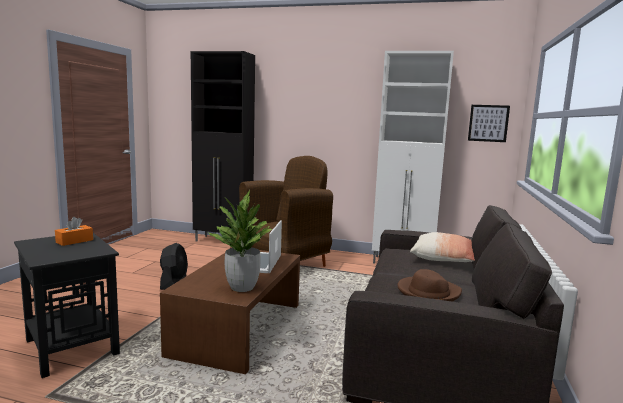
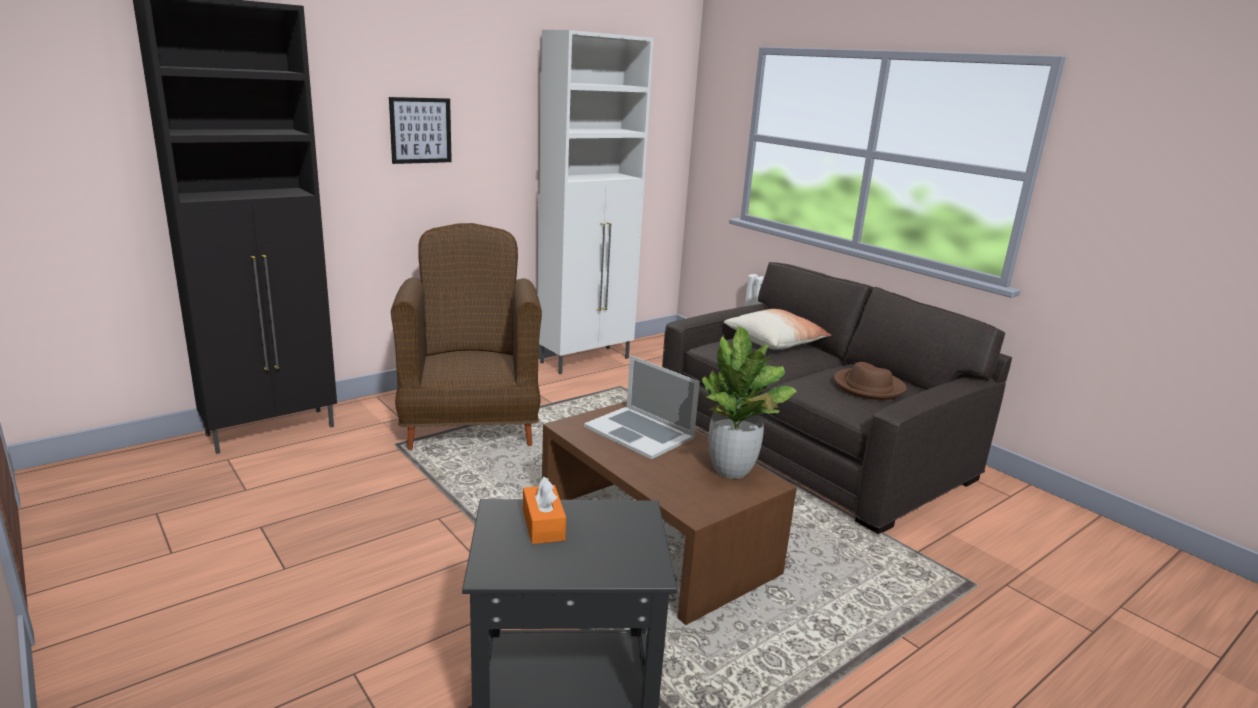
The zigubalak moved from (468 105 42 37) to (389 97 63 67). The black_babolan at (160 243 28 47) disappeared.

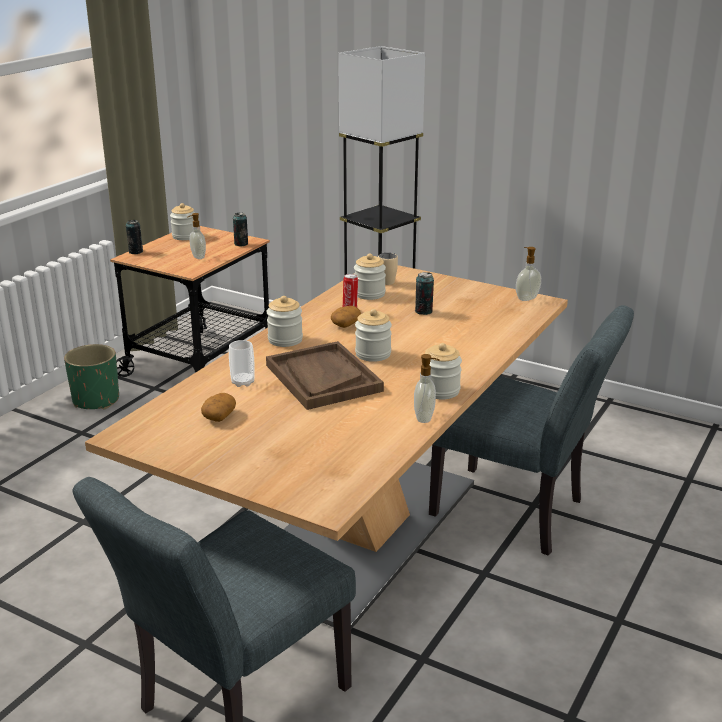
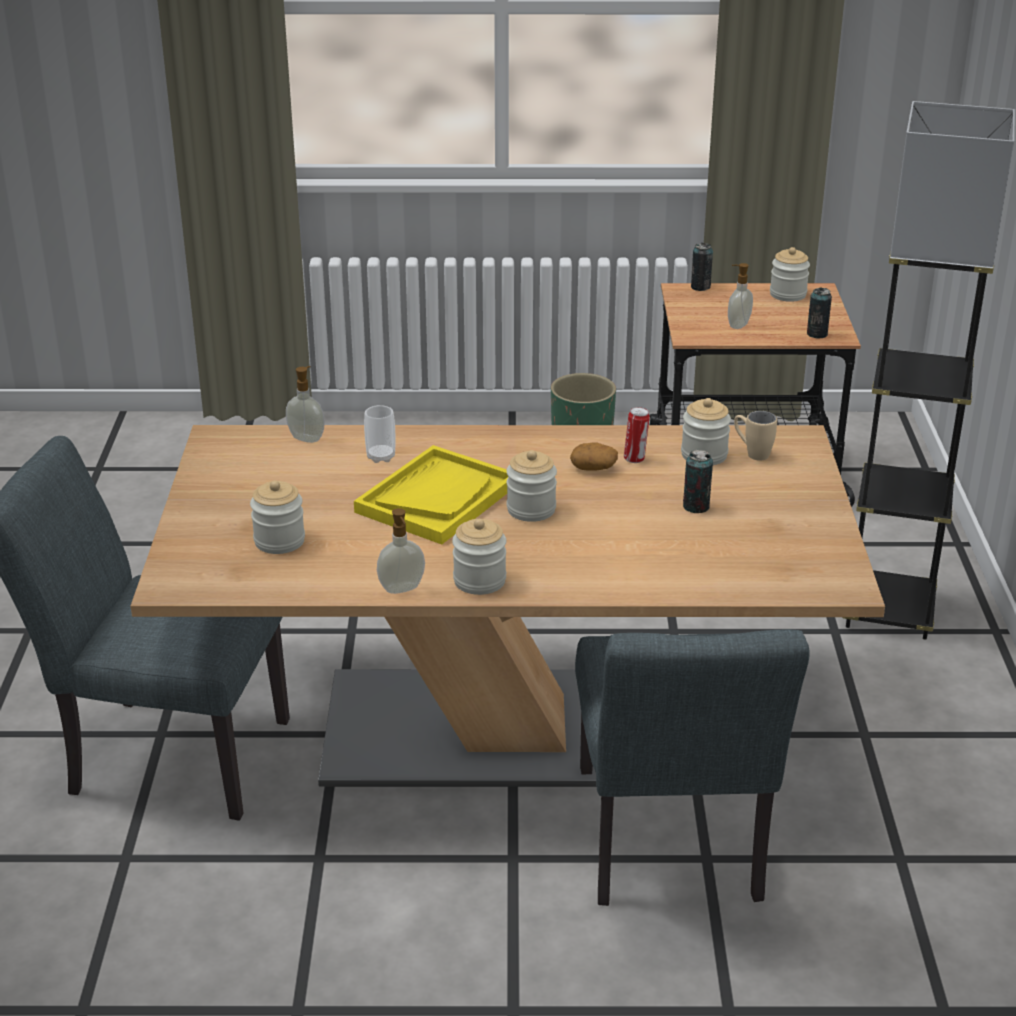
The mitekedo moved from (516 247 25 54) to (286 366 39 77). The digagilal moved from (266 296 37 51) to (250 481 55 73). The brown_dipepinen at (266 341 118 69) became the yellow_dipepinen at (354 445 155 100). The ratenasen at (201 393 35 29) disappeared.

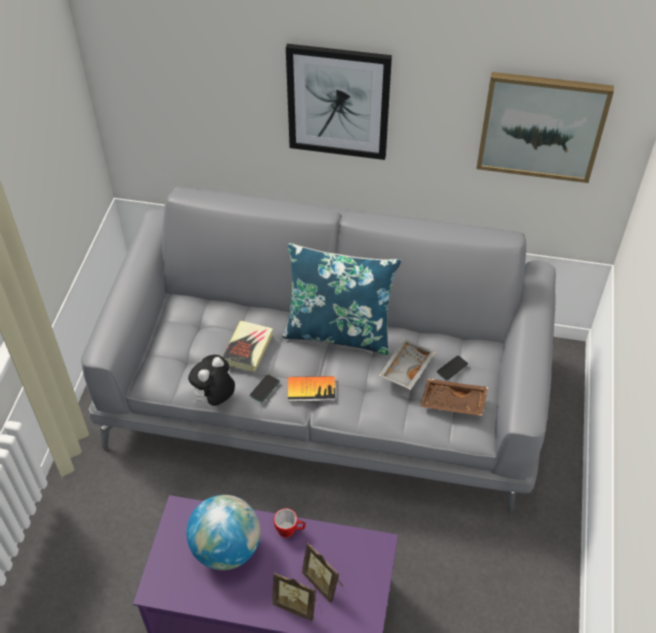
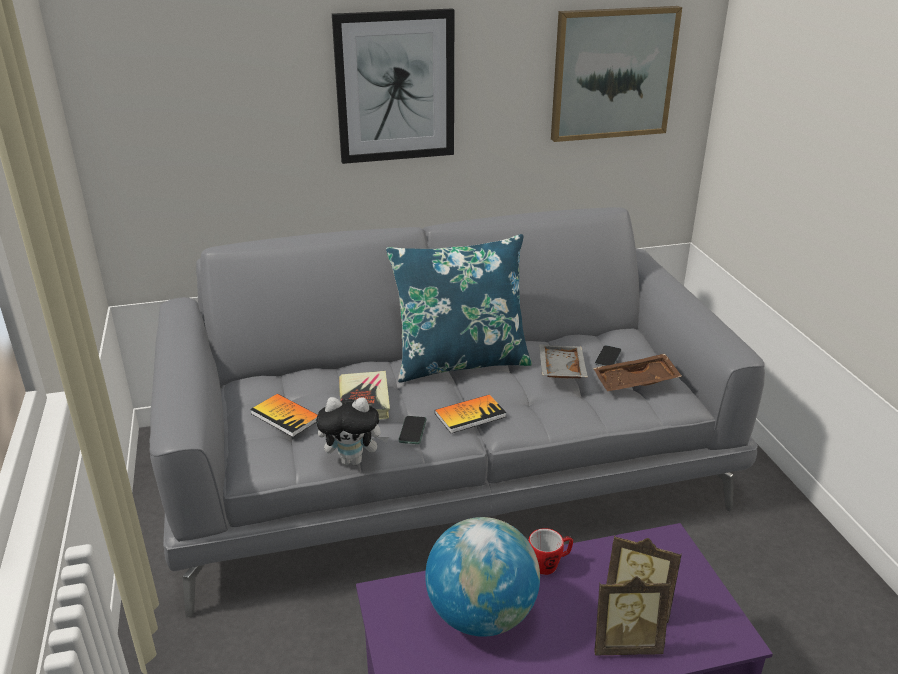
The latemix at (188 355 47 51) turned 105 degrees counterclockwise. The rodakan at (250 394 67 43) appeared.

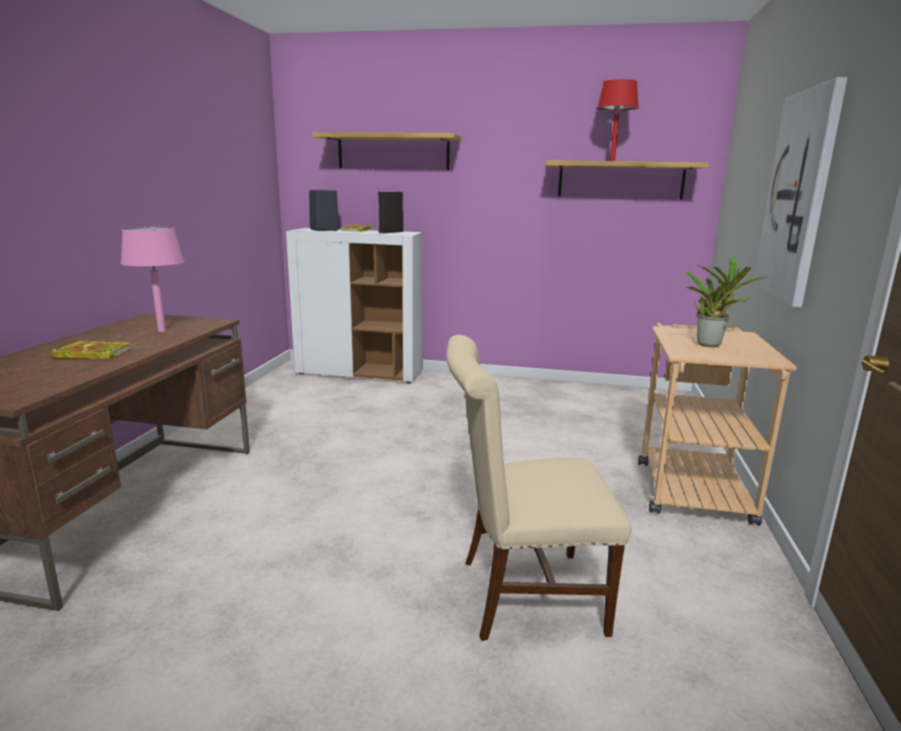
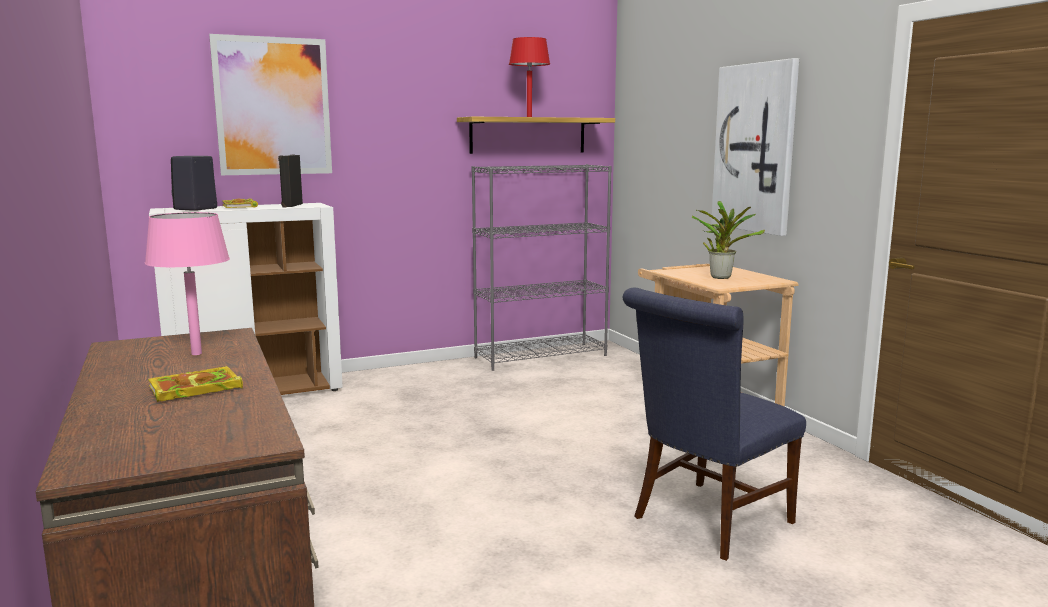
The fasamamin at (312 132 150 38) was replaced by the zigubalak at (209 34 123 141). The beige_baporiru at (446 335 186 306) became the blue_baporiru at (623 288 183 273). The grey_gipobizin at (471 164 141 207) appeared.

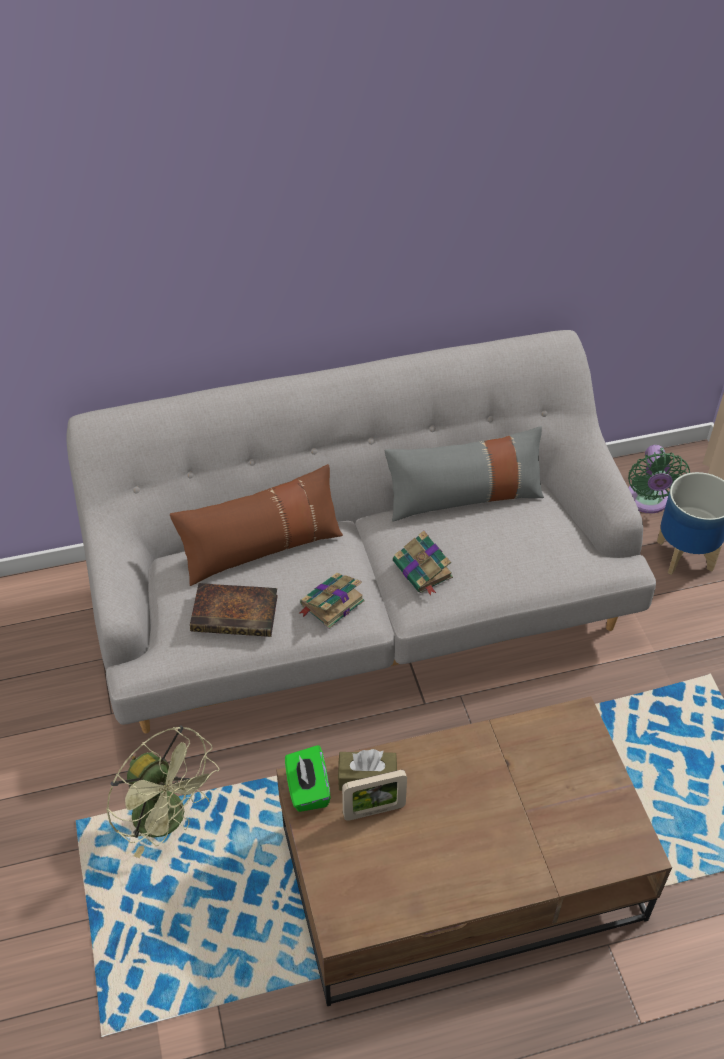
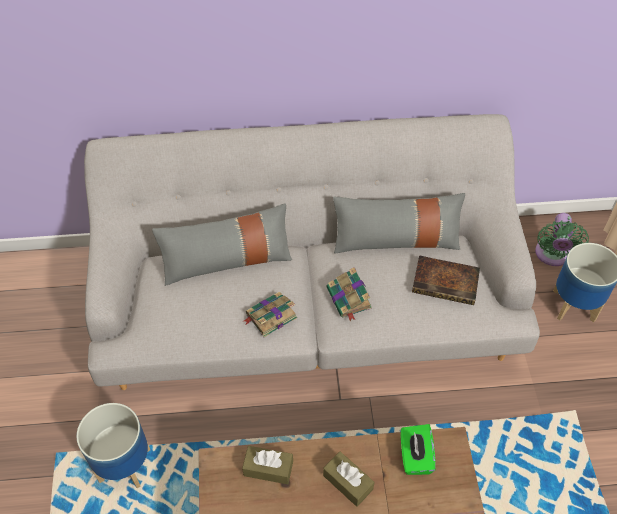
The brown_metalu at (170 464 173 122) became the grey_metalu at (152 204 140 82). The rodakan moved from (190 583 88 54) to (412 255 68 50). The green_babolan at (106 726 113 132) was replaced by the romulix at (76 403 74 85). The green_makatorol moved from (285 745 46 67) to (401 424 35 51). The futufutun at (342 770 65 51) disappeared. The brown_makatorol at (323 452 52 55) appeared.

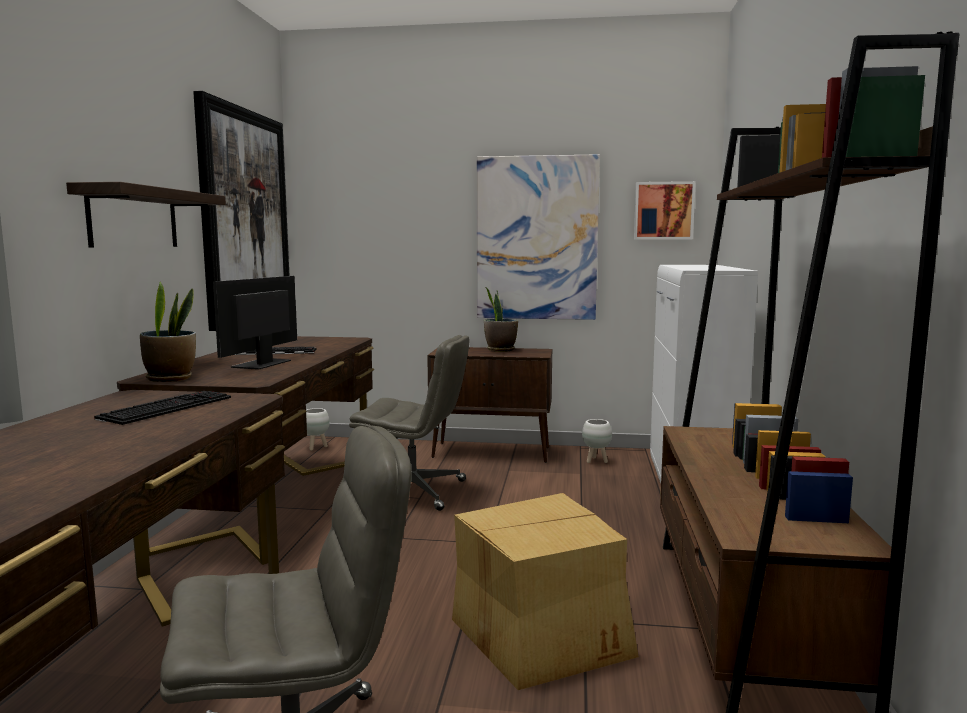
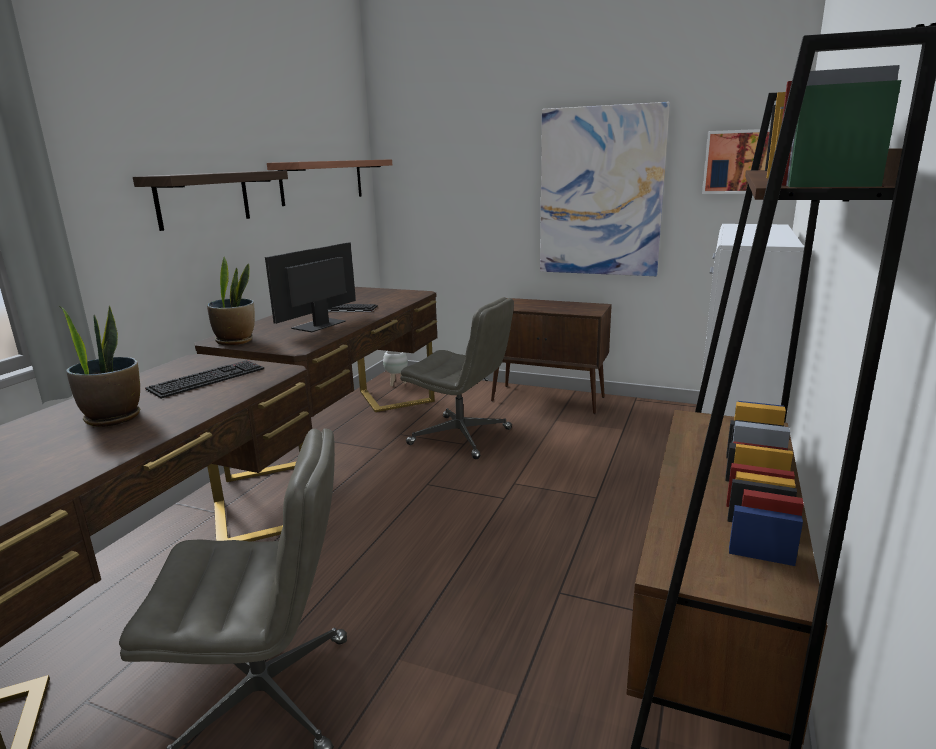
The zigubalak at (193 91 97 240) was replaced by the fasamamin at (267 159 125 47). The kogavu moved from (484 288 34 64) to (59 305 81 122). The white_romulix at (582 419 30 44) disappeared. The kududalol at (452 493 187 197) disappeared.

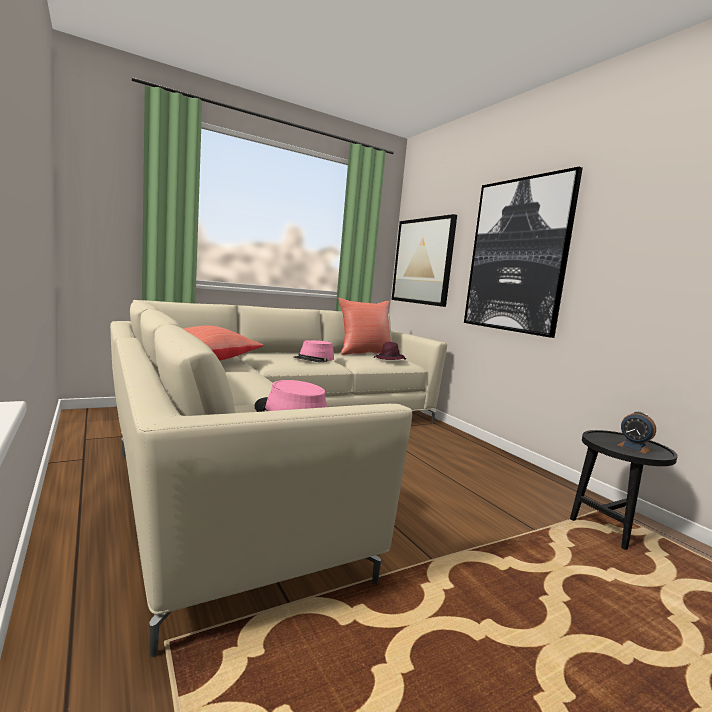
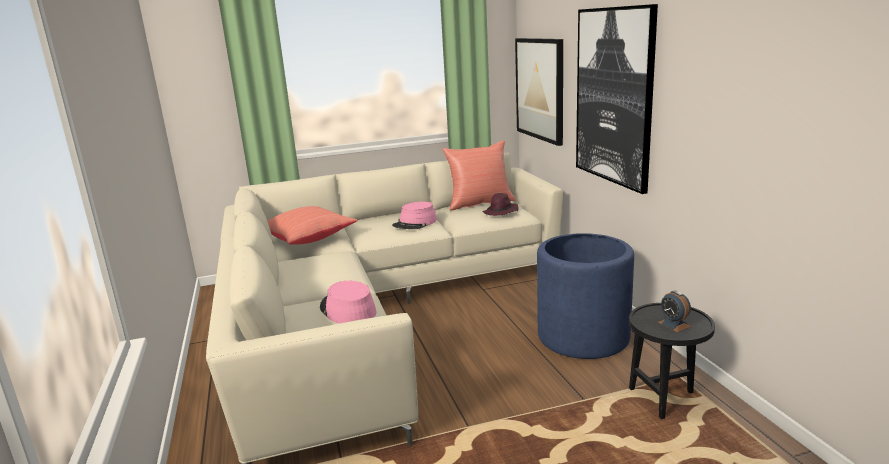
The blue_romulix at (537 233 97 126) appeared.

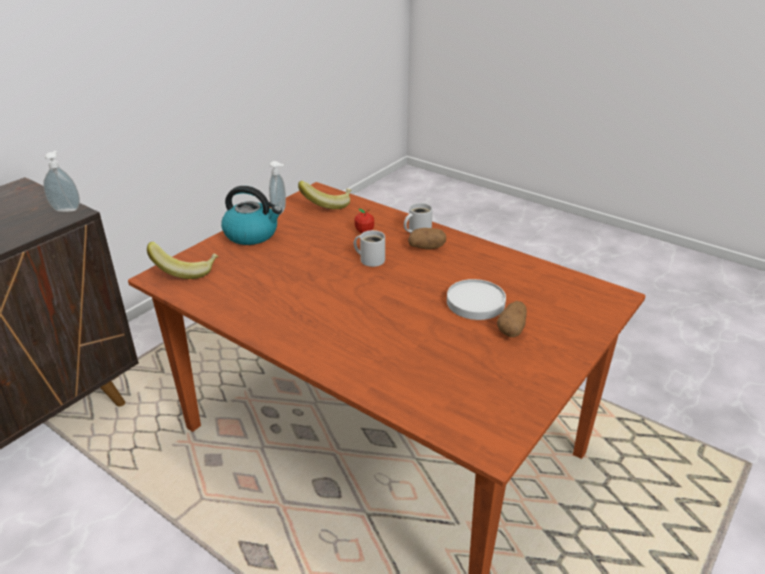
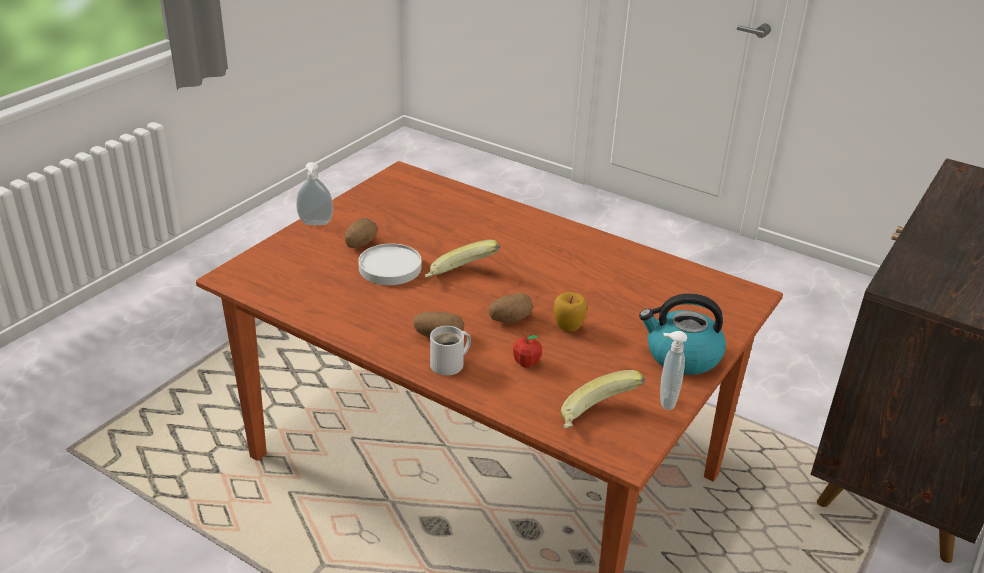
The mitekedo moved from (43 151 37 61) to (296 162 37 63). The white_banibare at (354 230 31 37) was replaced by the ratenasen at (489 293 44 30). The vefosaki moved from (147 242 72 37) to (425 240 75 38). The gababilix at (554 292 33 39) appeared.

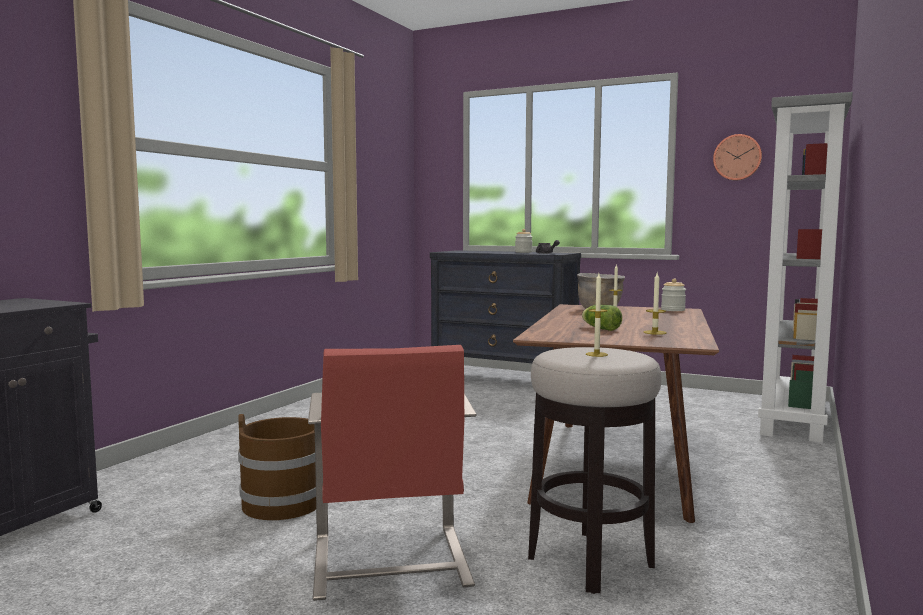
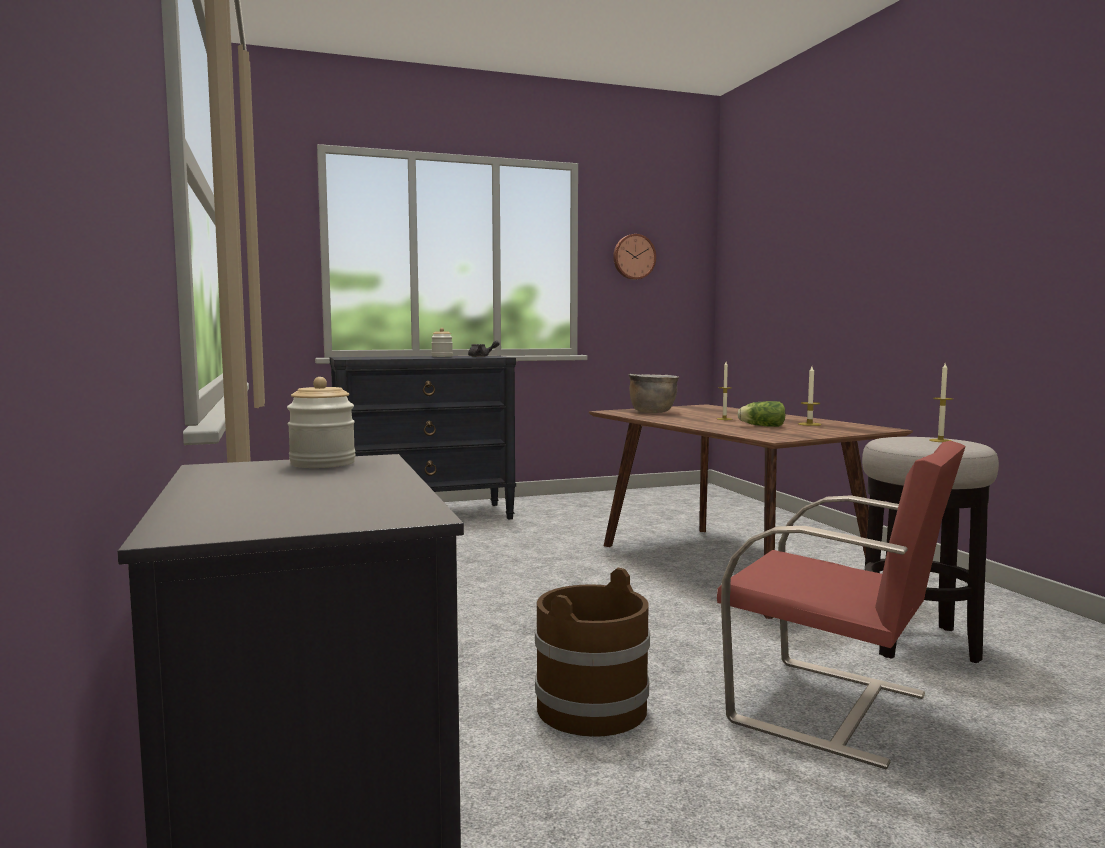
The grey_gipobizin at (758 92 95 351) disappeared. The digagilal moved from (661 278 25 33) to (287 377 68 91).

